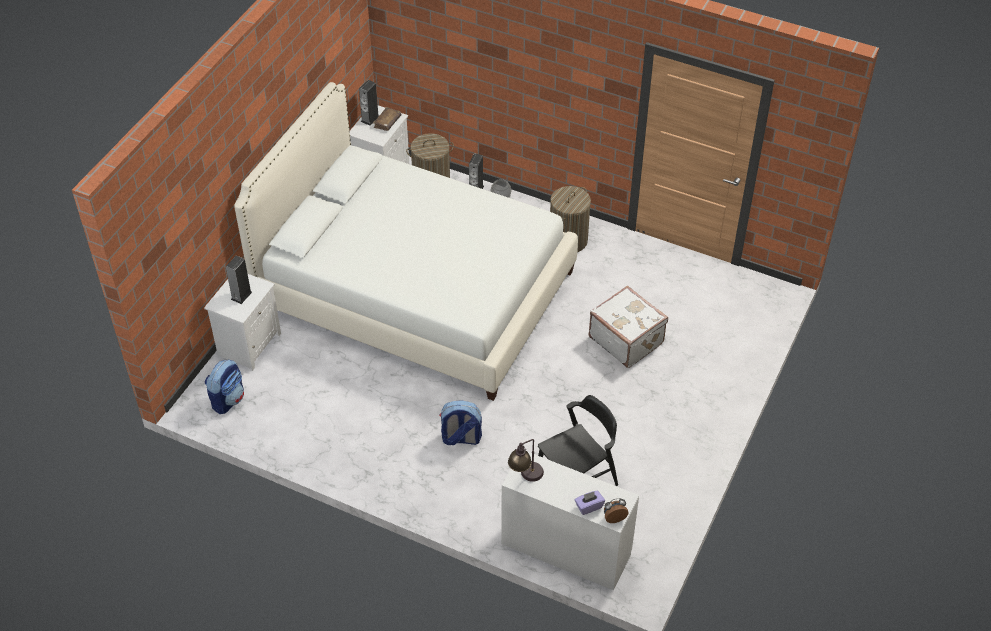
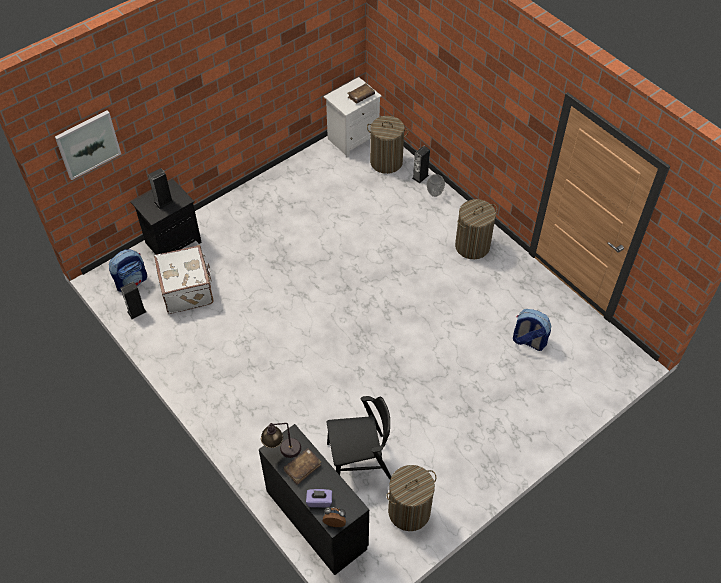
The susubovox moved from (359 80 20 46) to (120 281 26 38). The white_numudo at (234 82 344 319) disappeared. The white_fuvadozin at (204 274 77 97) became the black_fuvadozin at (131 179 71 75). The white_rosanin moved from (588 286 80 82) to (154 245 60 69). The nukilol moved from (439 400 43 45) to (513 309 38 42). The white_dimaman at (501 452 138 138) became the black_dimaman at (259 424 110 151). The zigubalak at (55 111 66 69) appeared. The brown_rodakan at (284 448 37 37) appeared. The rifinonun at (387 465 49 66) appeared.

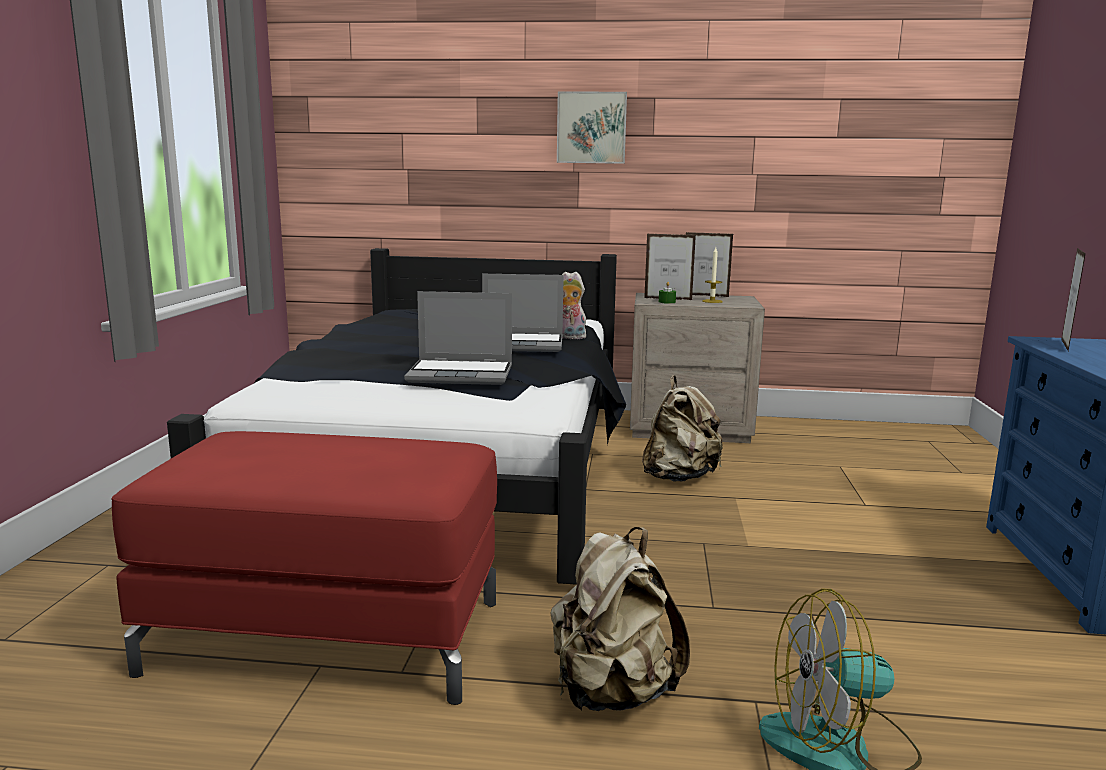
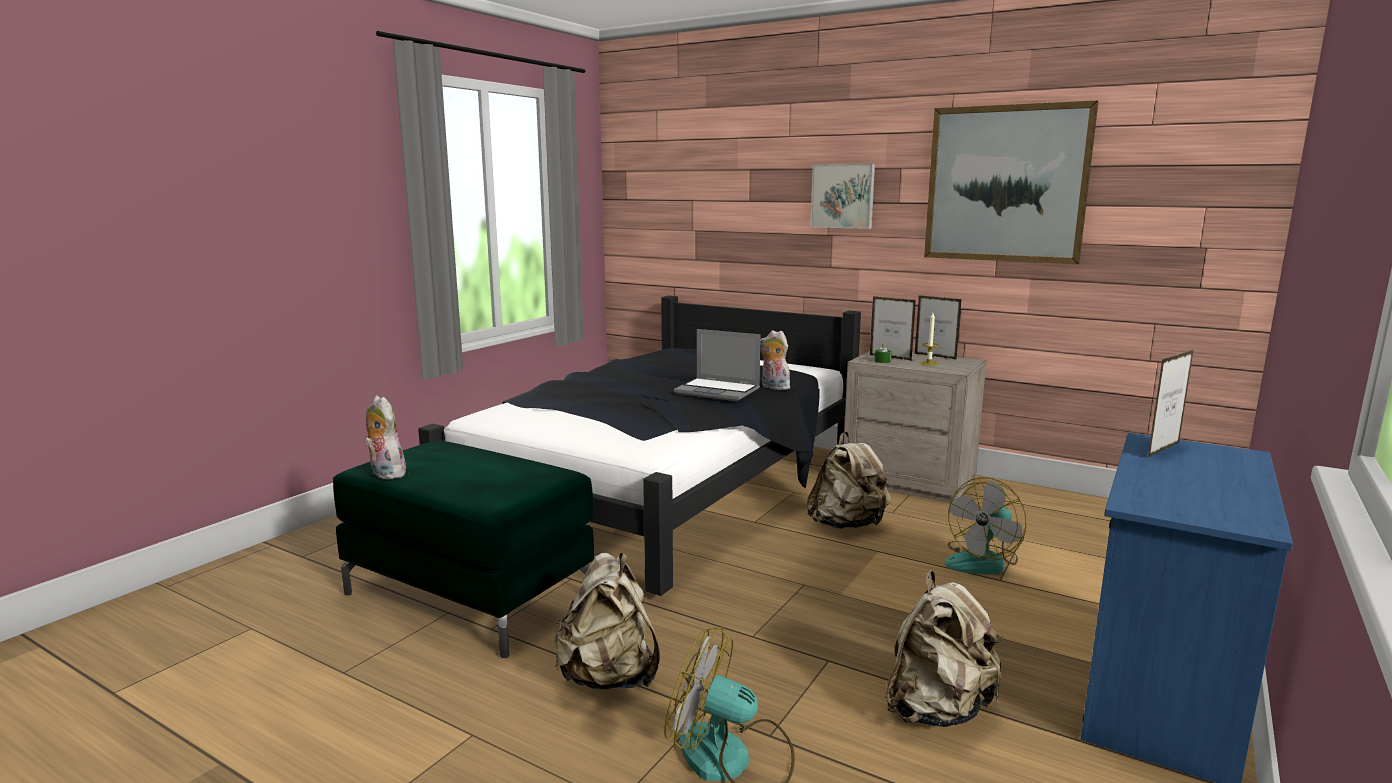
The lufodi at (404 291 108 94) disappeared. The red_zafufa at (111 431 386 274) became the green_zafufa at (333 441 261 217). The zigubalak at (924 101 175 163) appeared. The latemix at (364 396 42 83) appeared. The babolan at (945 477 82 97) appeared. The beige_nukilol at (885 570 117 157) appeared.

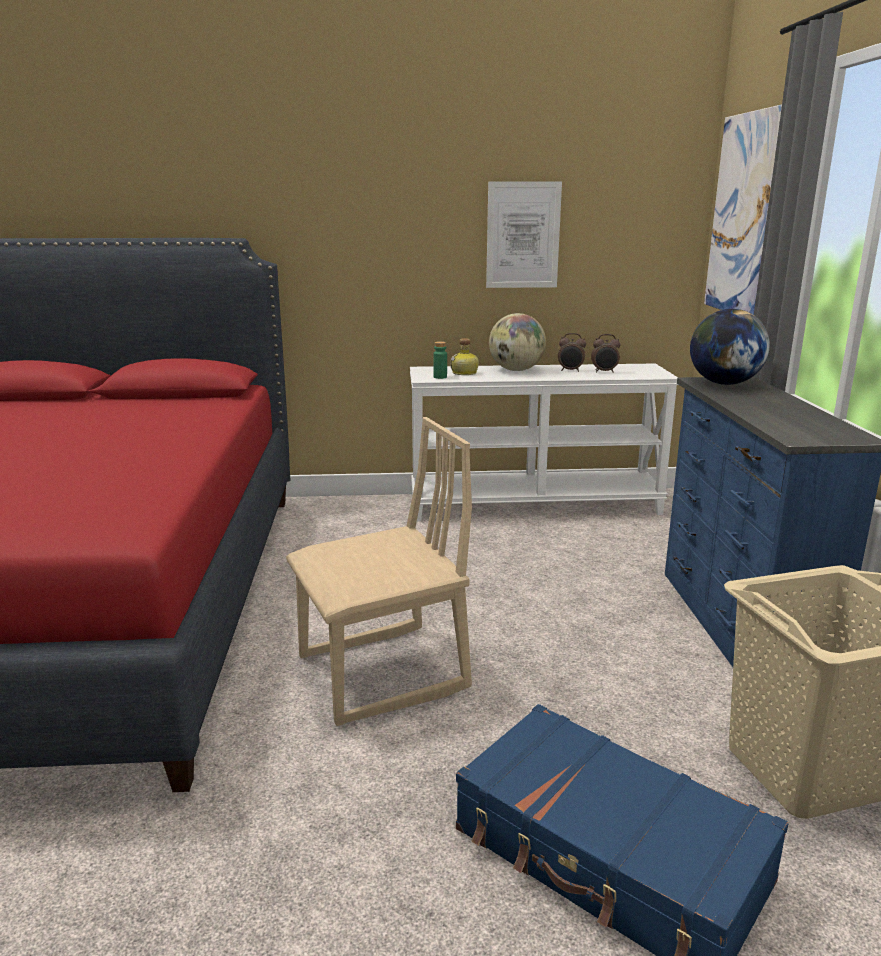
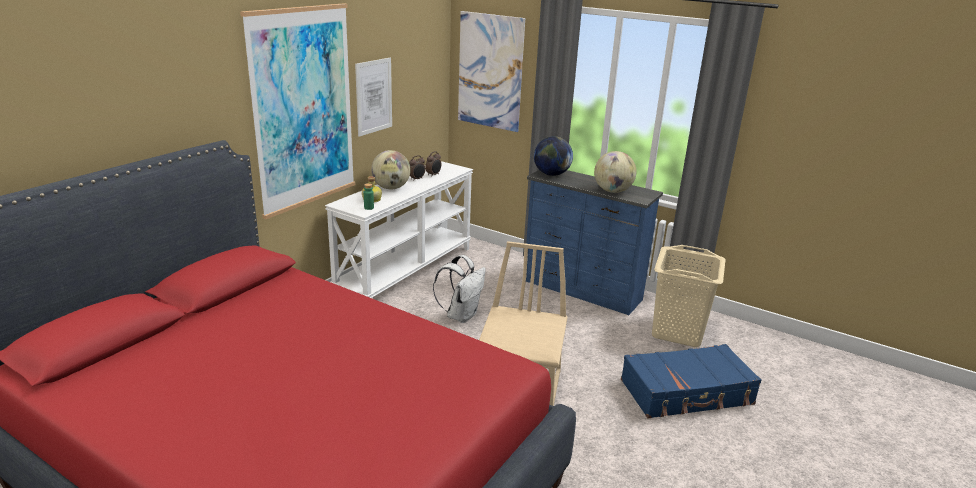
The zigubalak at (240 3 115 216) appeared. The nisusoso at (594 151 43 42) appeared. The white_nukilol at (433 255 53 68) appeared.

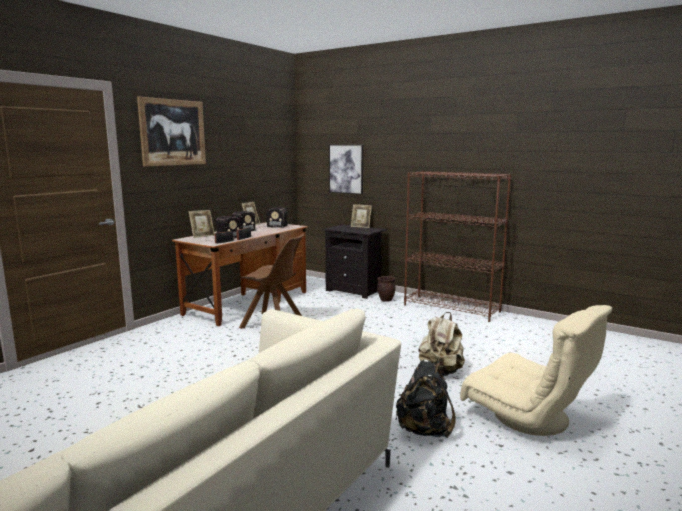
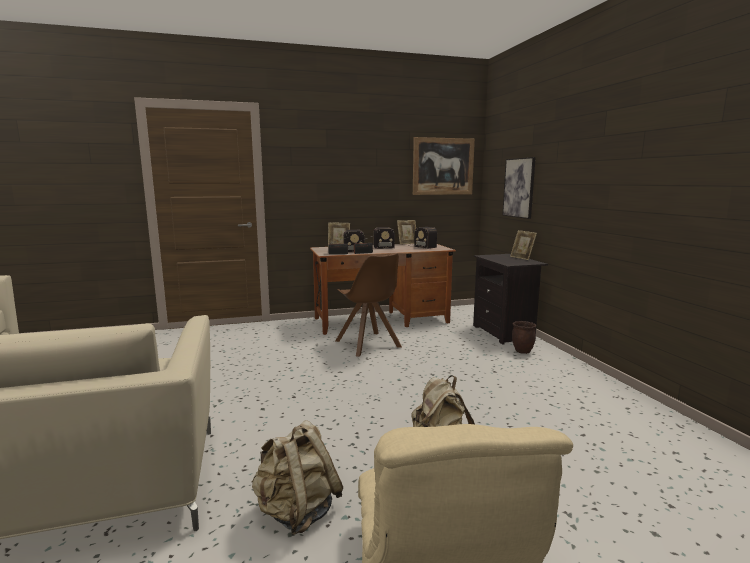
The zigubalak moved from (137 96 69 71) to (413 137 62 58). The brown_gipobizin at (404 171 107 151) disappeared. The black_nukilol at (395 360 61 78) became the beige_nukilol at (252 420 91 115).

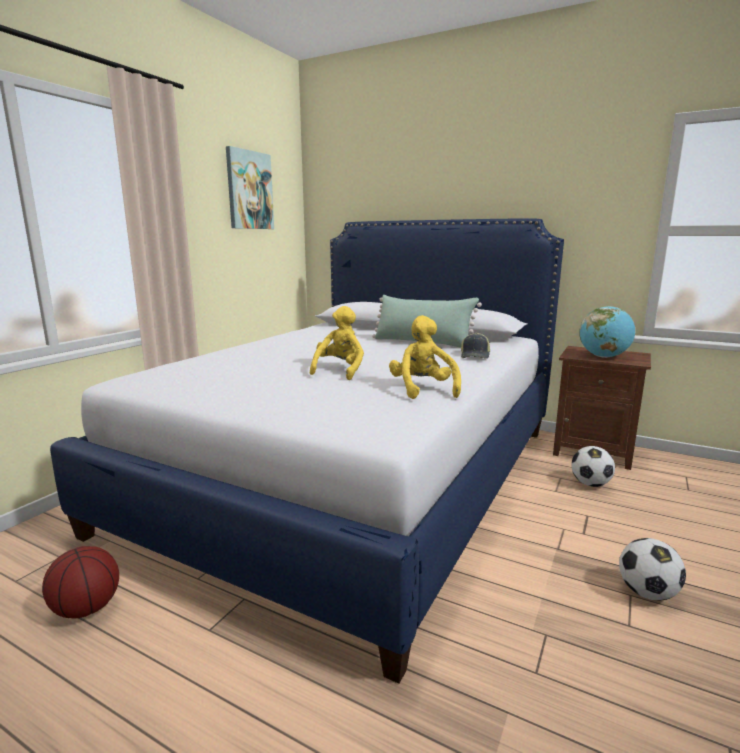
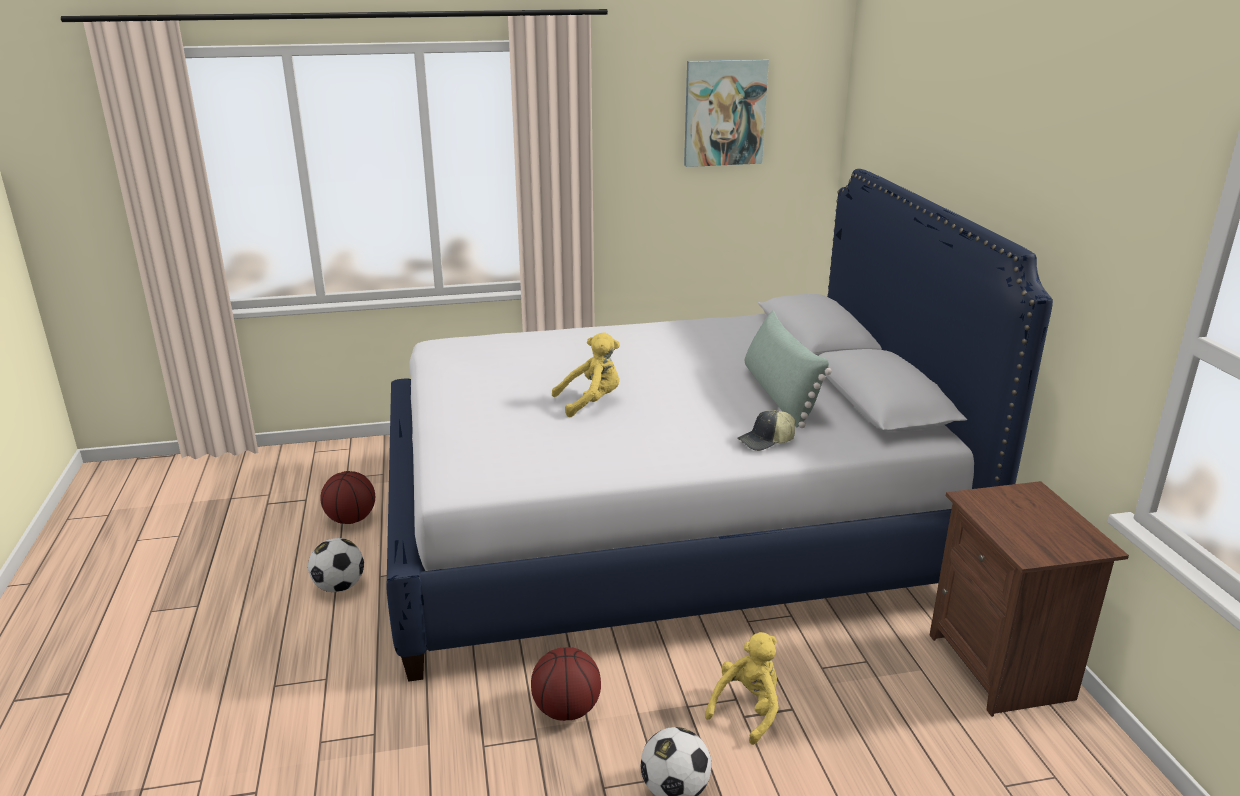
The nisusoso at (579 306 56 52) disappeared. The yellow_latemix moved from (389 315 72 84) to (705 632 74 113). The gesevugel moved from (571 446 44 41) to (308 538 56 54). The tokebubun at (531 647 70 74) appeared.

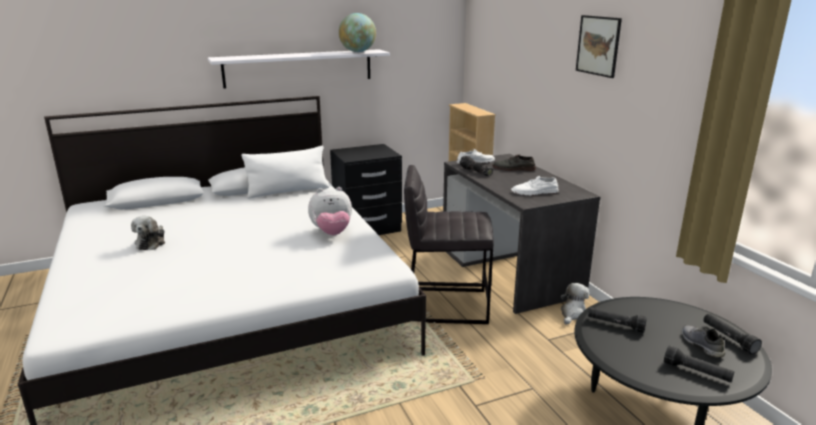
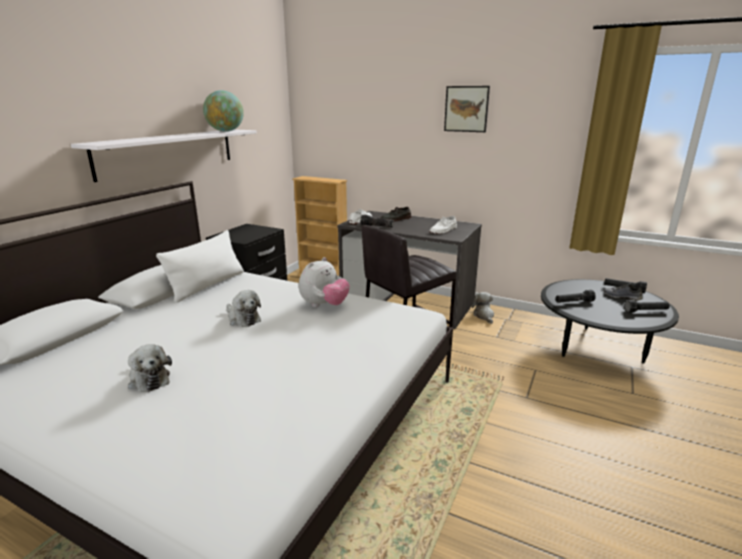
The latemix at (226 290 35 37) appeared.

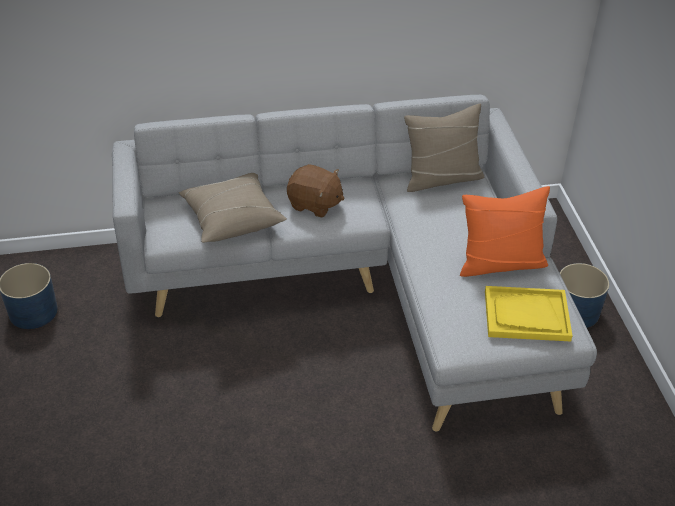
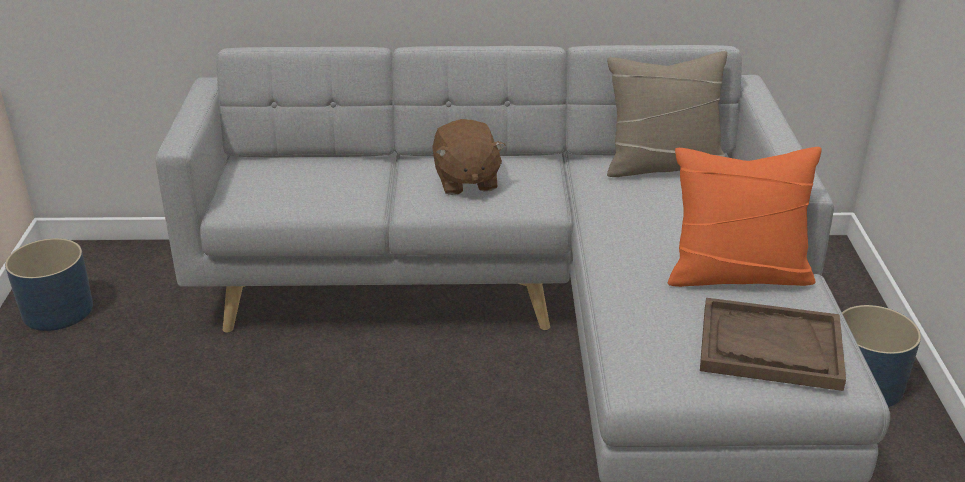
The brown_latemix at (287 164 57 54) turned 45 degrees clockwise. The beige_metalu at (179 173 108 70) disappeared. The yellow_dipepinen at (485 286 87 56) became the brown_dipepinen at (700 298 146 93).

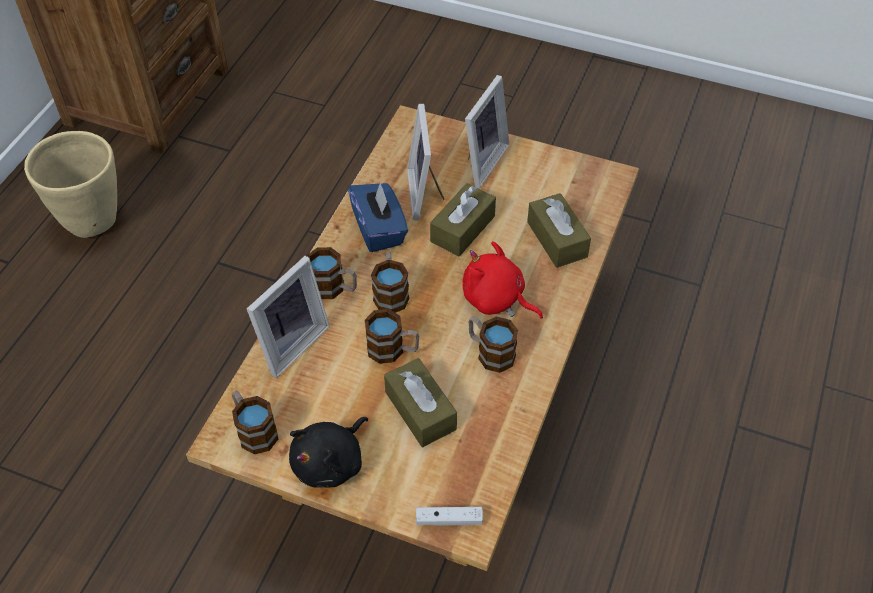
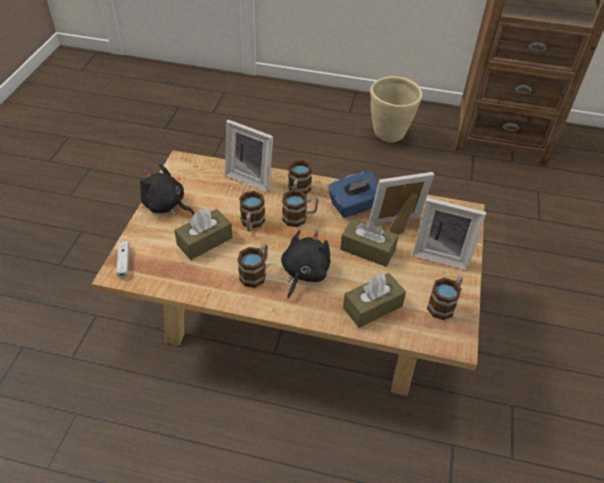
The red_latemix at (462 241 81 78) became the black_latemix at (281 230 49 69). The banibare moved from (232 391 46 63) to (427 276 36 44).

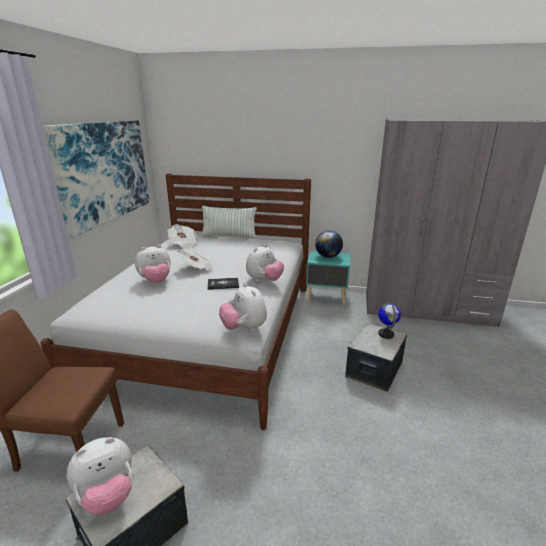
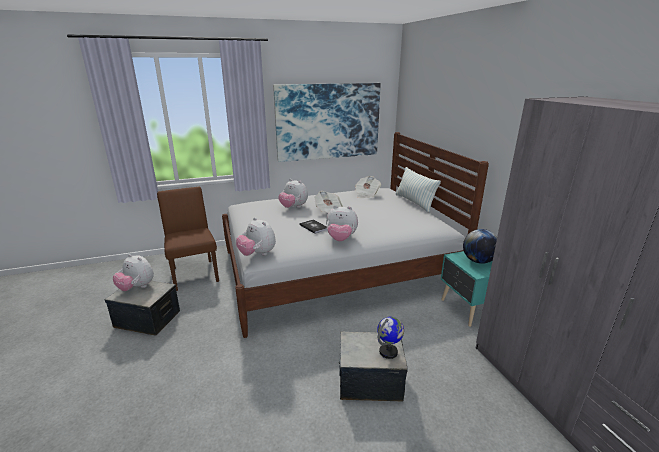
The latemix at (219 283 48 48) turned 75 degrees counterclockwise.

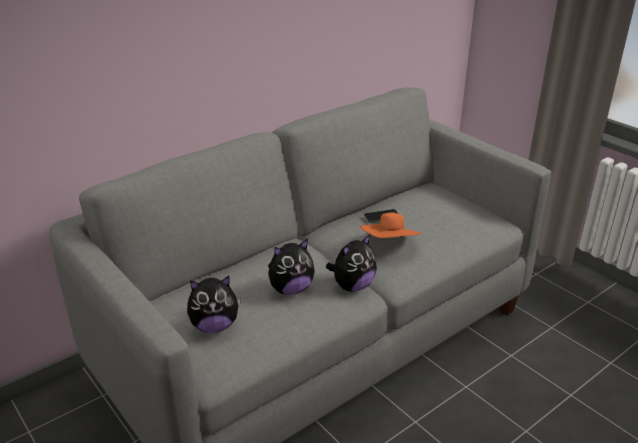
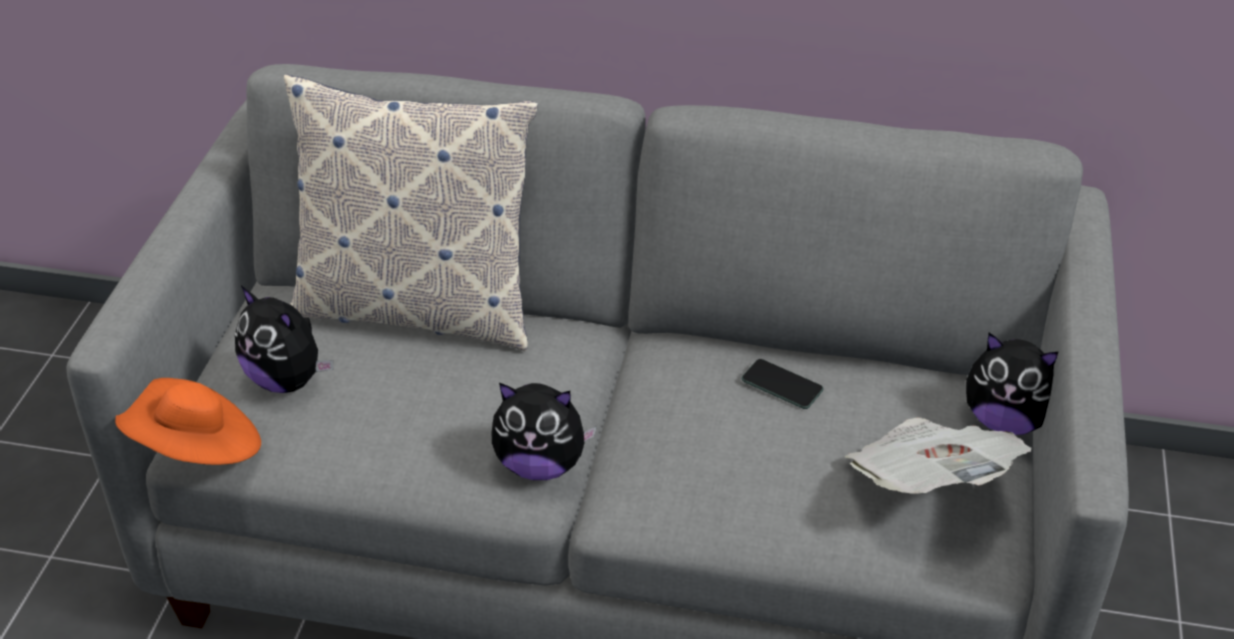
The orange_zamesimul moved from (360 212 62 26) to (115 378 146 87). The latemix moved from (268 238 47 57) to (966 333 92 102). The metalu at (284 74 254 277) appeared. The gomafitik at (845 417 187 77) appeared.

